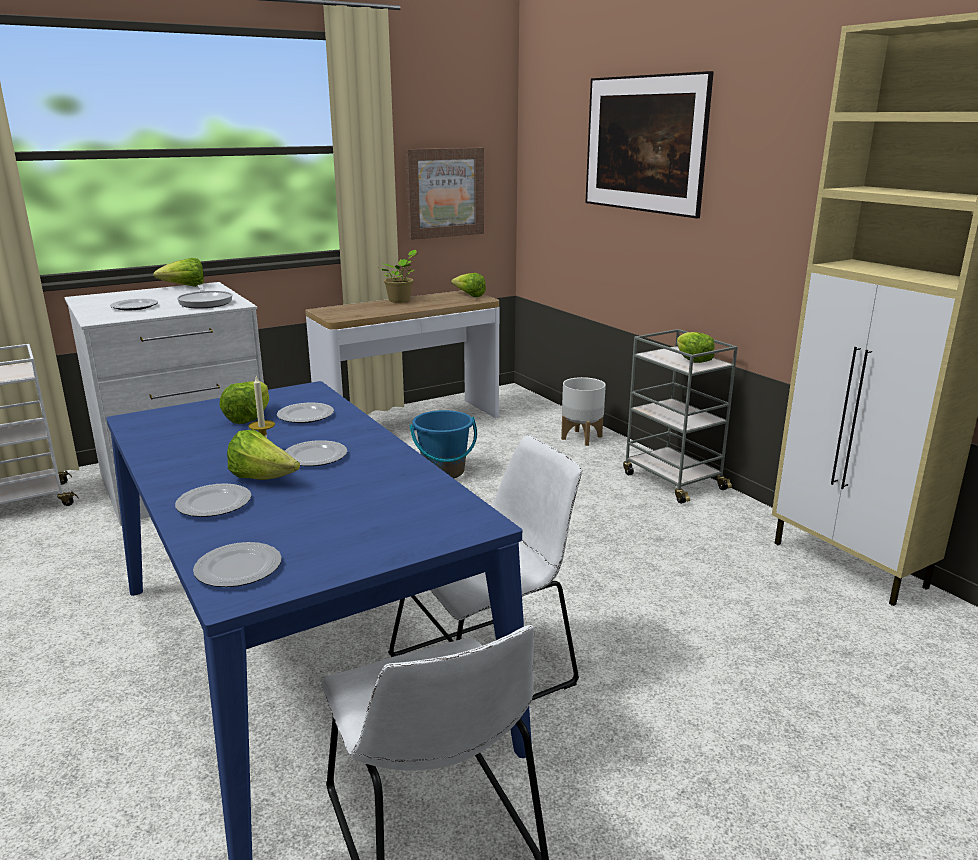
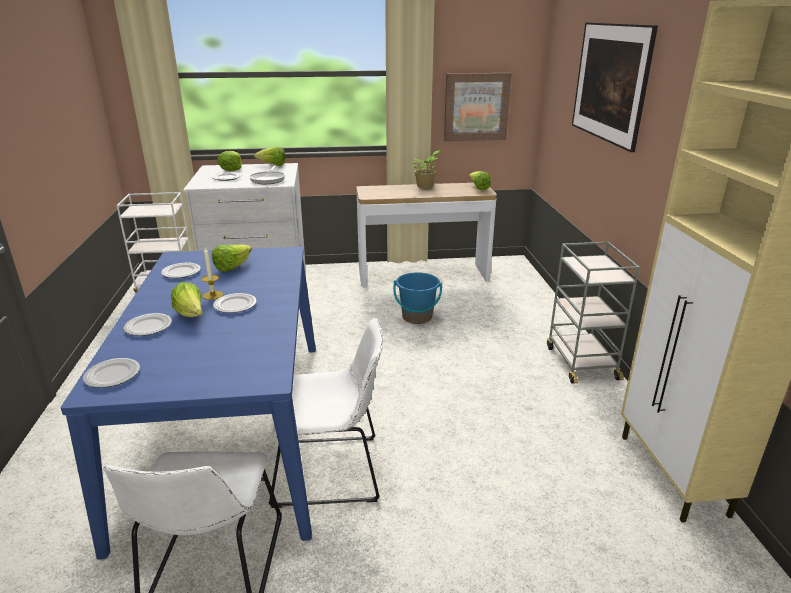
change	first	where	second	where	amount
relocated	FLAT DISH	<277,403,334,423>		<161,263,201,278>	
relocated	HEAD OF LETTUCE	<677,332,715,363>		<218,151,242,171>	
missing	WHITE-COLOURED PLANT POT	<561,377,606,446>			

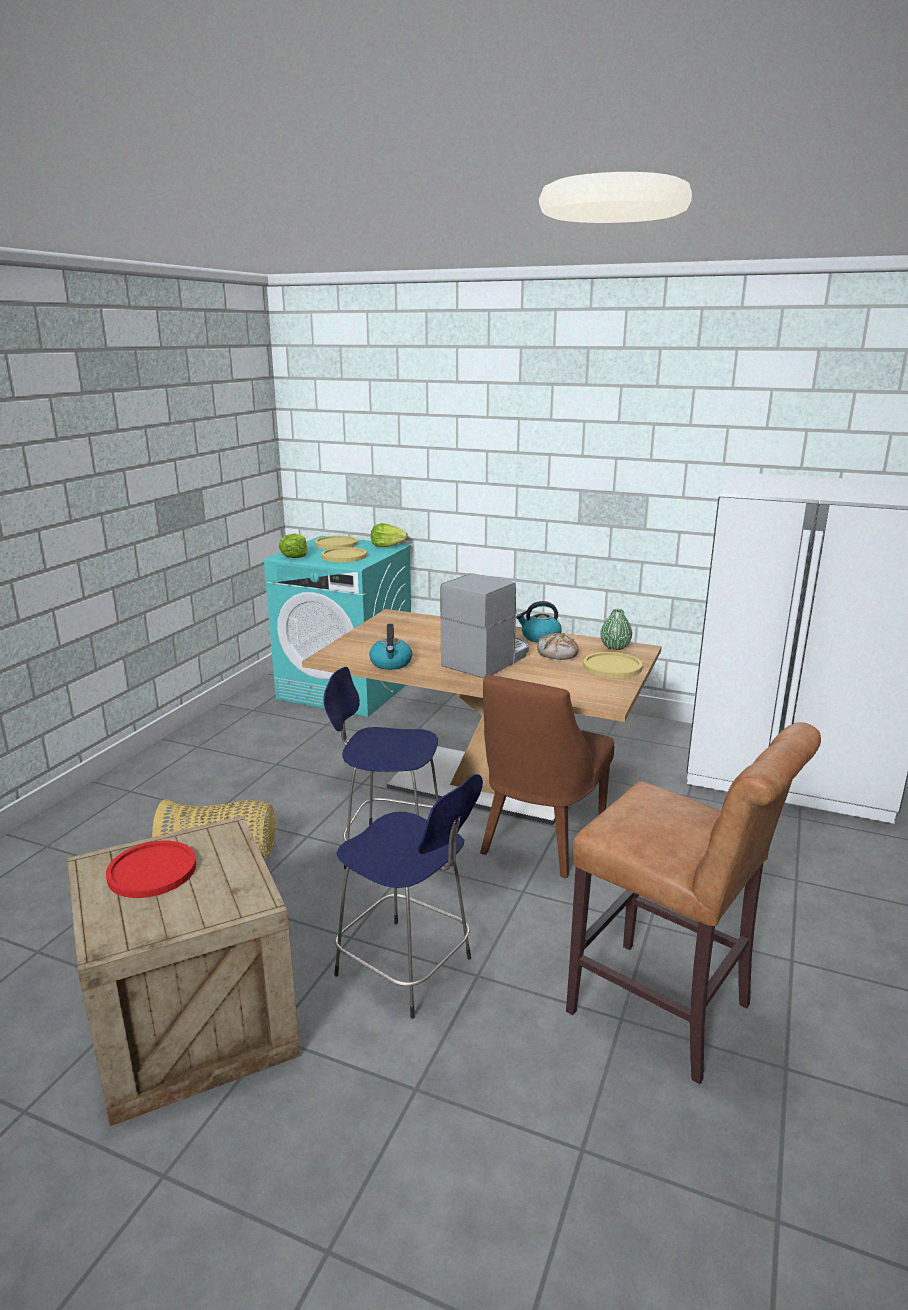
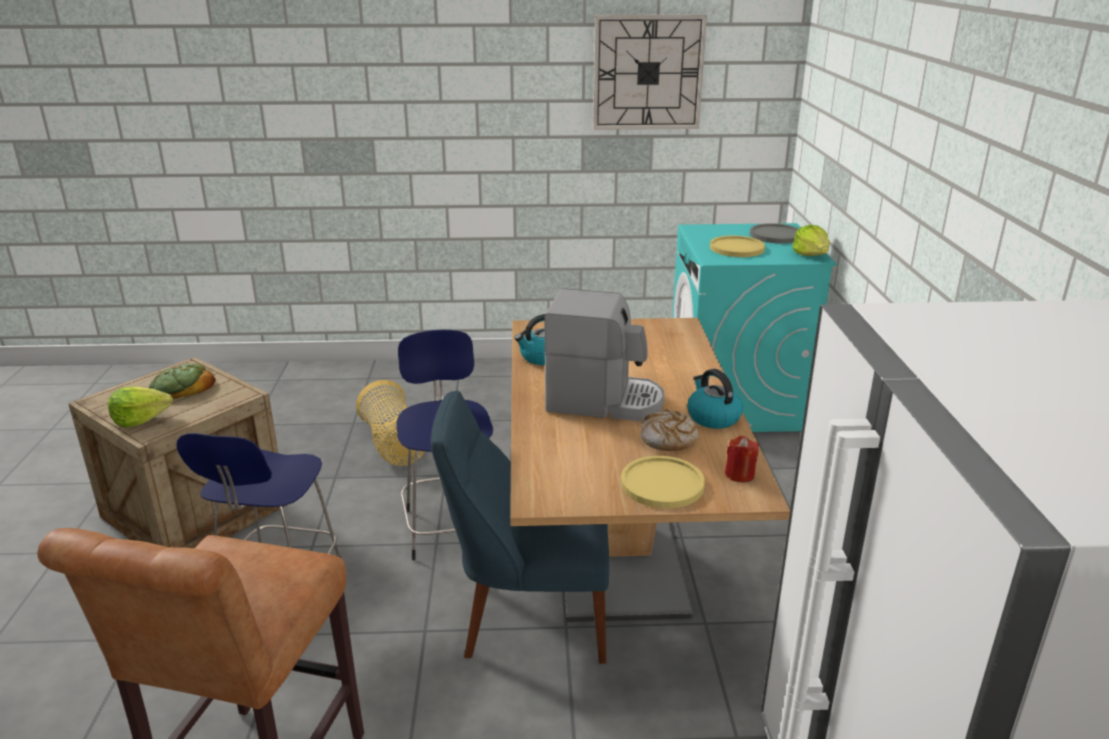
change	first	where	second	where	amount
relocated	HEAD OF LETTUCE	<279,534,308,558>		<108,387,173,427>	
exchanged	RED FLAT DISH	<106,841,196,898>	BREAD	<149,363,216,398>	
colour	BROWN-COLOURED PLAIN CHAIR	<480,675,614,878>	BLUE PLAIN CHAIR	<431,390,609,664>	
appeared			HANGING CLOCK	<593,15,707,130>	
exchanged	GREEN VASE	<600,609,632,650>	RED CANDLE	<725,436,759,482>	
colour	YELLOW-COLOURED FLAT DISH	<315,536,358,549>	GREY FLAT DISH	<750,223,799,244>	

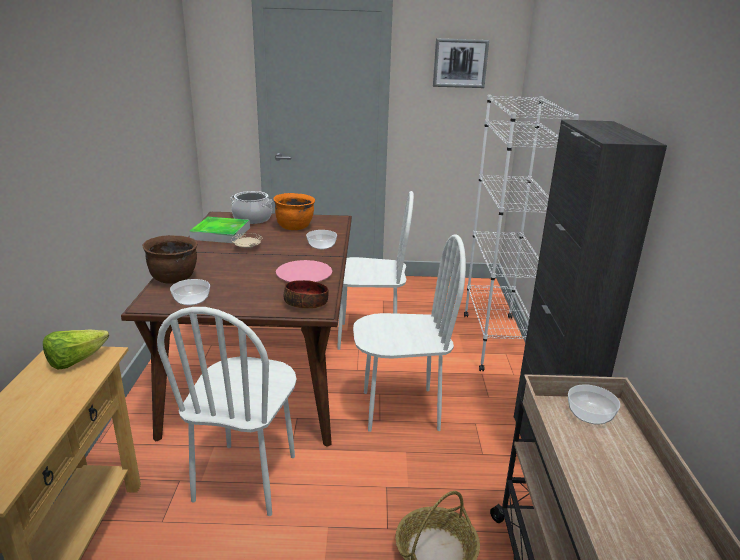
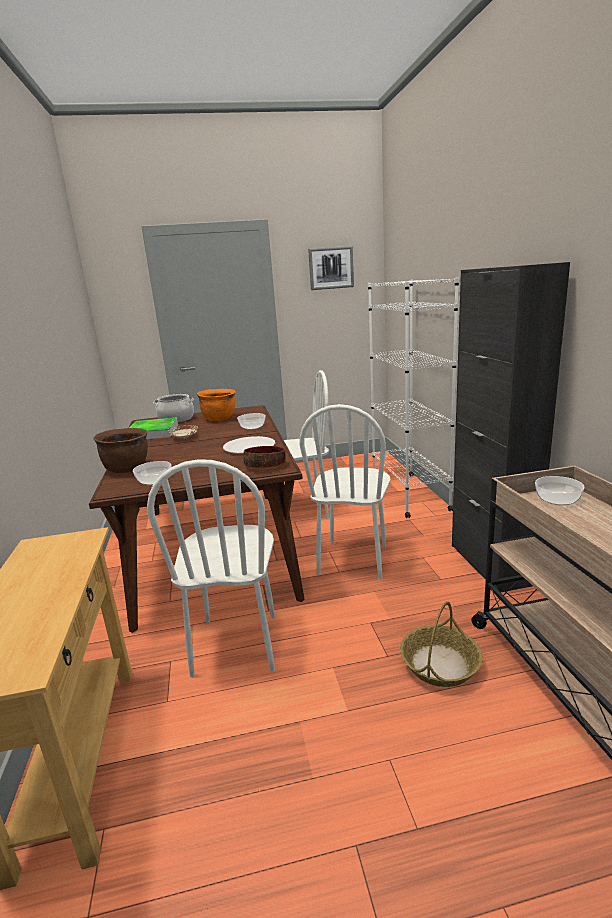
change	first	where	second	where	amount
colour	PINK-COLOURED FLAT DISH	<276,260,332,282>	WHITE-COLOURED FLAT DISH	<223,436,275,454>	
spun	WHITE-COLOURED PLAIN CHAIR	<353,234,466,432>		<300,404,390,580>	120 degrees clockwise
missing	HEAD OF LETTUCE	<43,329,109,370>			

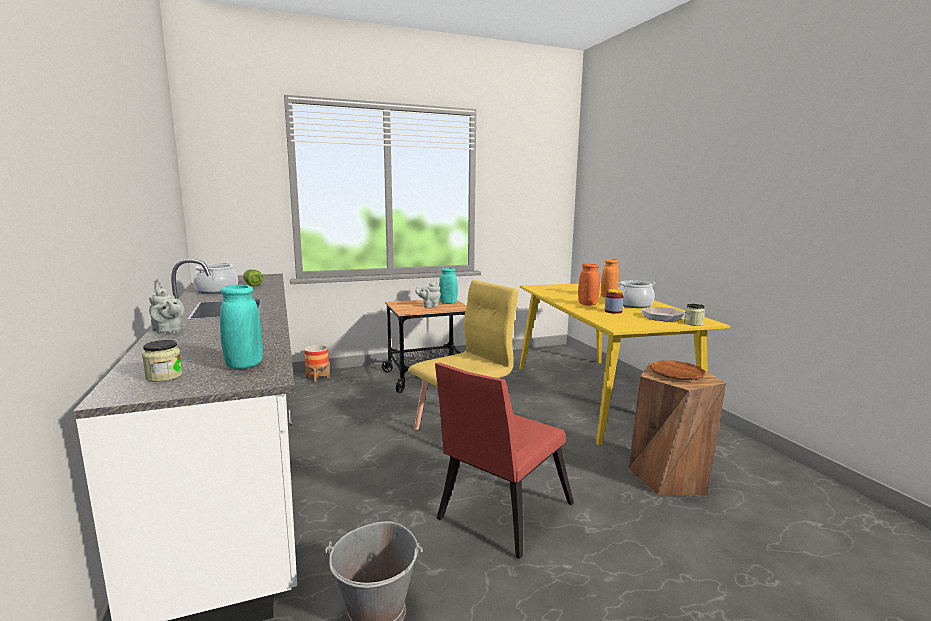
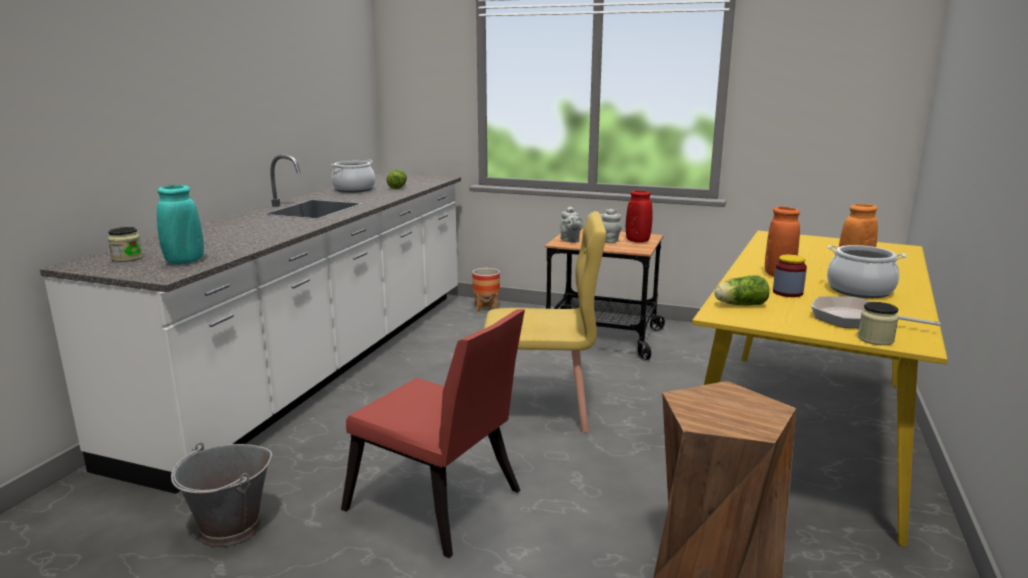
change	first	where	second	where	amount
spun	RED PLAIN CHAIR	<435,363,574,559>		<341,309,525,558>	135 degrees counterclockwise
relocated	GREY POT FOR TEA	<149,288,184,334>		<560,206,583,242>	
colour	TURQUOISE-COLOURED VASE	<439,268,458,304>	RED VASE	<626,191,653,243>	
appeared			HEAD OF LETTUCE	<714,276,770,305>	
missing	BROWN-COLOURED FLAT DISH	<649,360,706,380>			

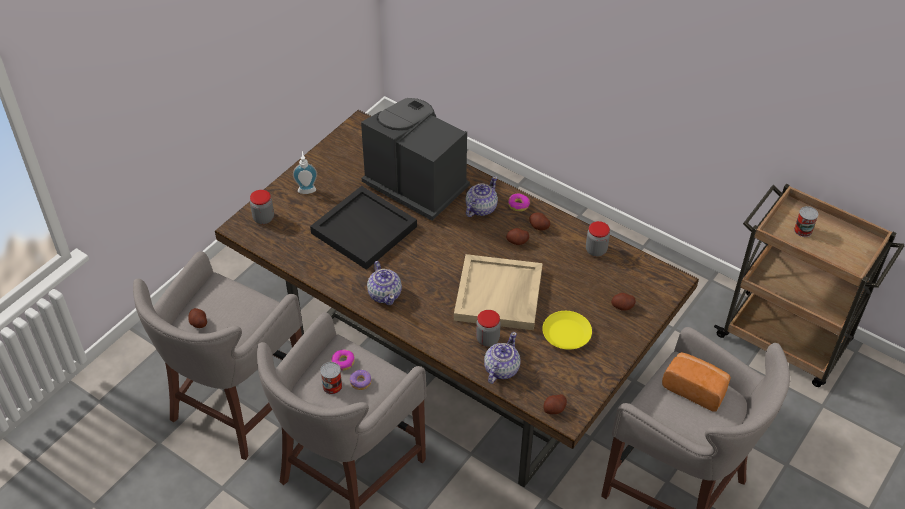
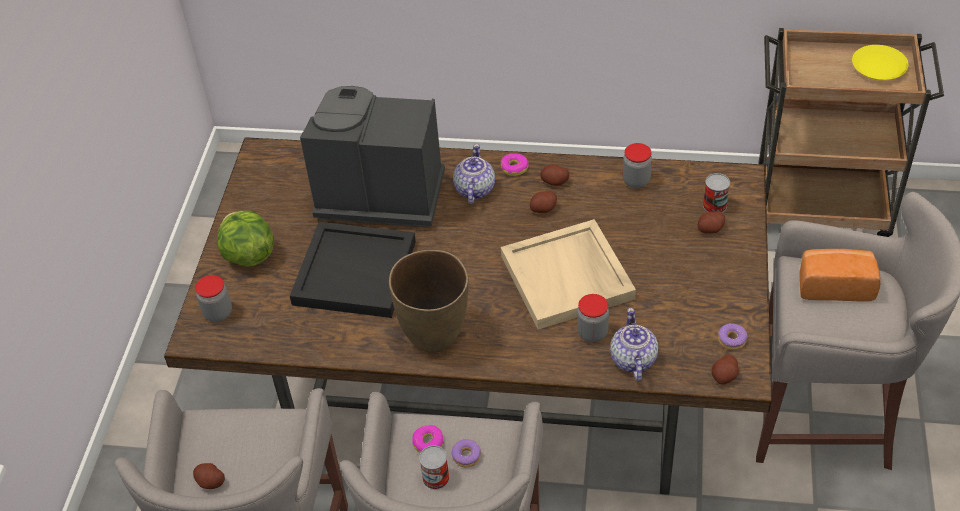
change	first	where	second	where	amount
exchanged	LIQUID SOAP BOTTLE	<293,151,317,194>	HEAD OF LETTUCE	<217,211,274,267>	
exchanged	POT FOR TEA	<367,261,402,305>	BROWN-COLOURED VASE	<389,250,468,353>	
relocated	CAN	<794,206,818,237>		<703,173,730,213>	
appeared			DONUT	<718,323,747,350>	
relocated	YELLOW-COLOURED FLAT DISH	<542,311,592,350>		<852,45,908,80>	

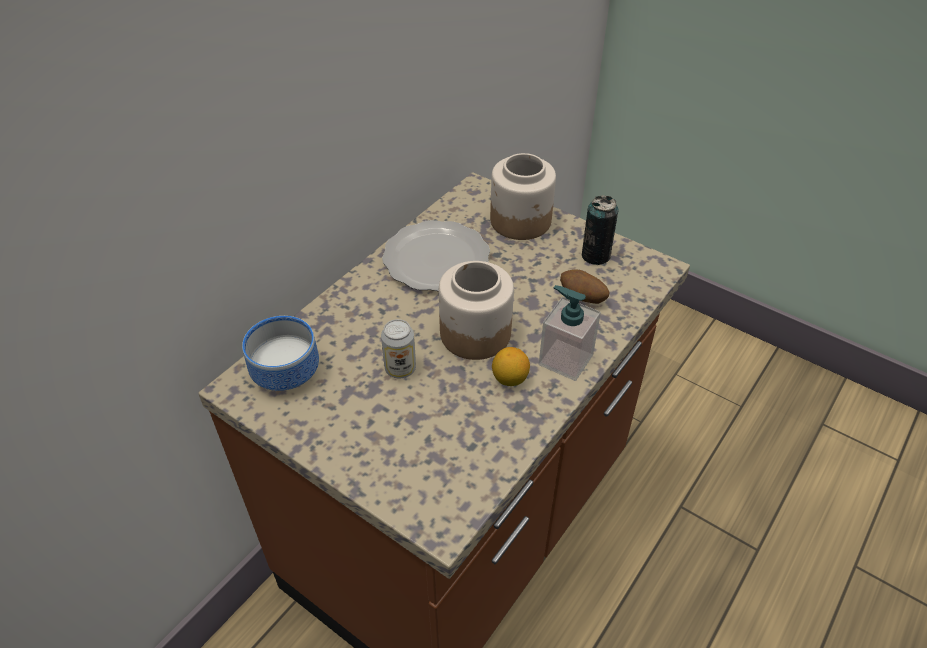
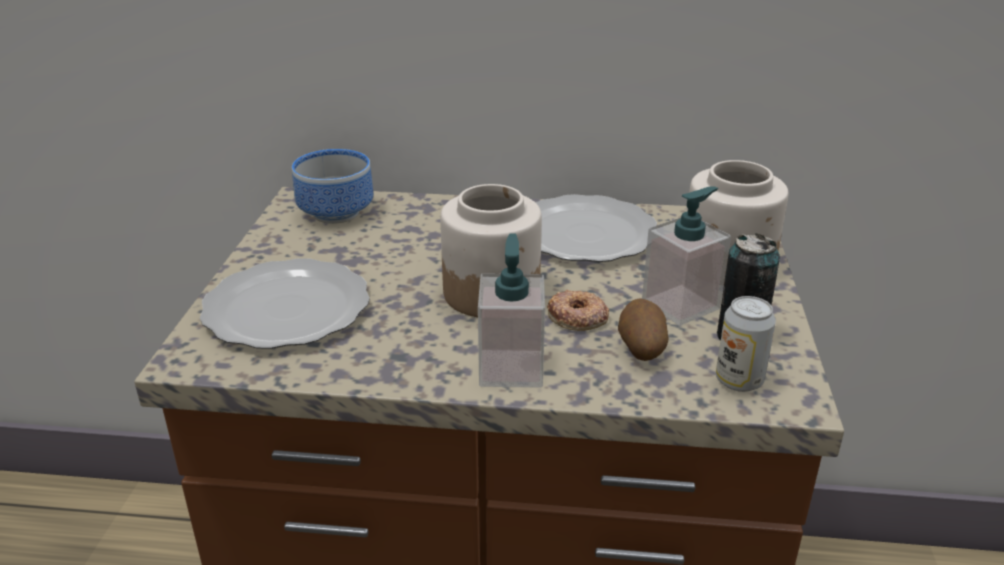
change	first	where	second	where	amount
appeared			FLAT DISH	<200,258,370,349>	
appeared			DONUT	<547,290,609,331>	
appeared			LIQUID SOAP BOTTLE	<642,186,731,326>	
relocated	CAN	<381,319,416,378>		<716,296,776,392>	
missing	LEMON	<492,347,530,386>			

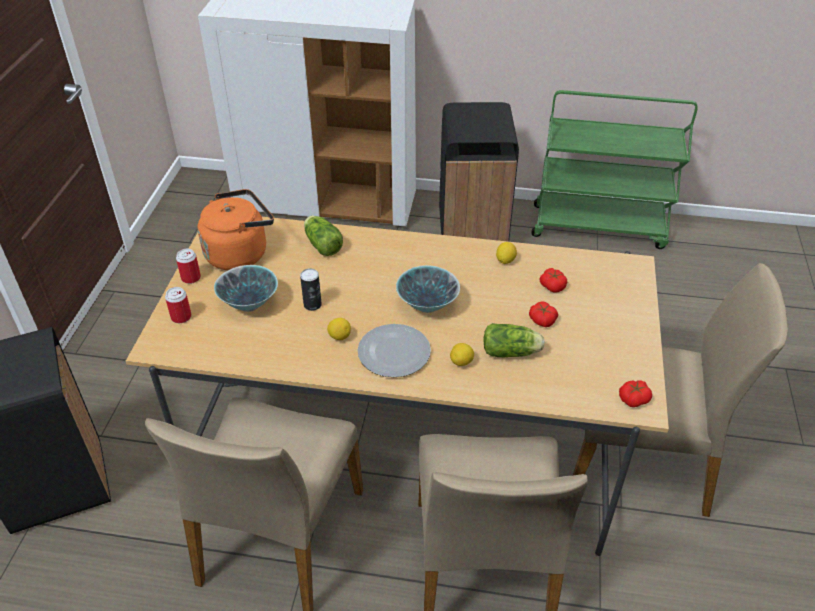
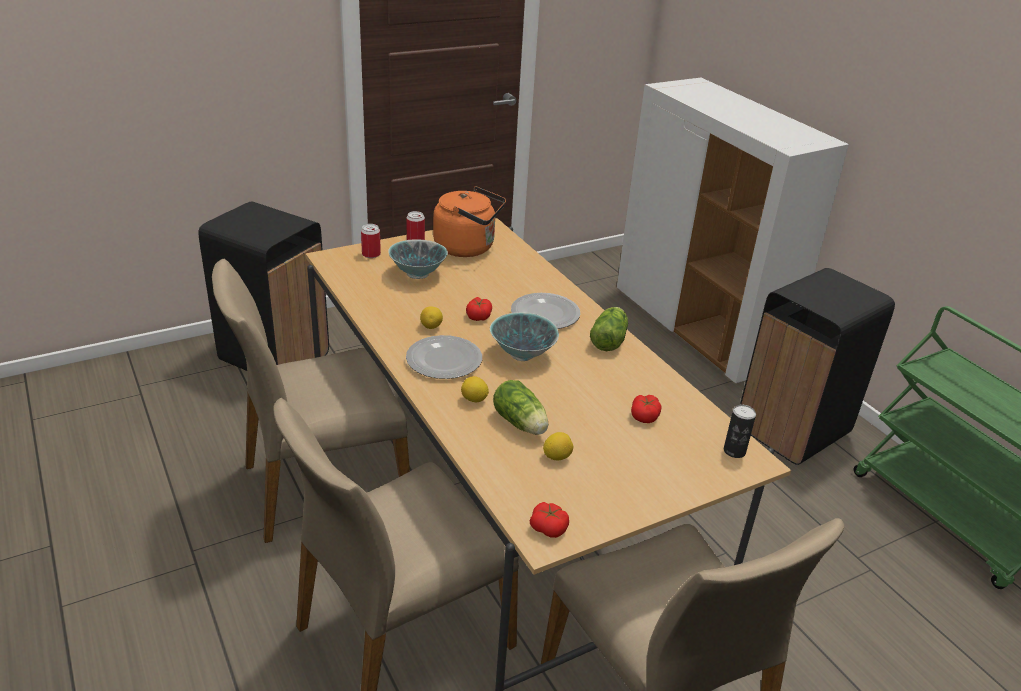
change	first	where	second	where	amount
relocated	WHOLE TOMATO	<529,301,558,327>		<466,297,492,321>	
appeared			FLAT DISH	<511,293,580,329>	
relocated	LEMON	<496,242,517,264>		<543,432,573,460>	
relocated	HEAD OF LETTUCE	<304,216,343,256>		<590,307,628,351>	
relocated	CAN	<300,268,322,311>		<724,405,756,458>	

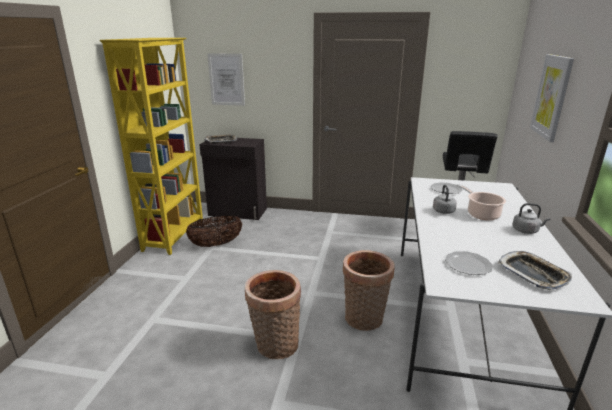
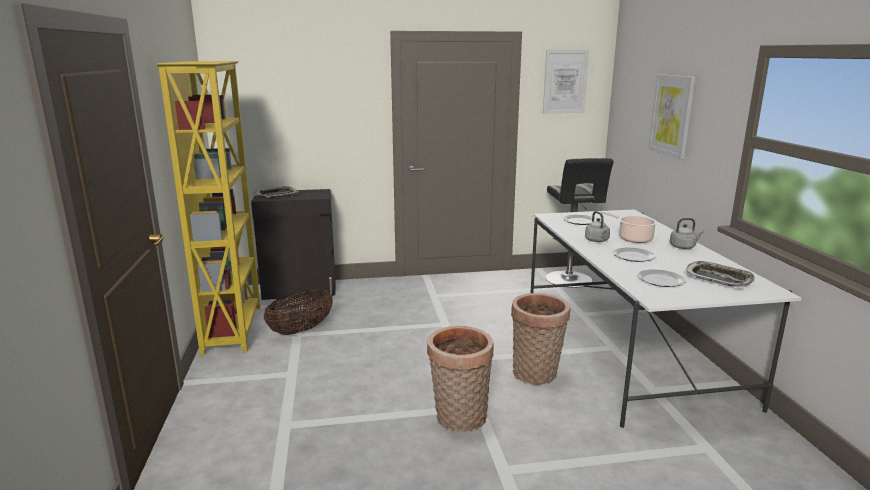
change	first	where	second	where	amount
relocated	PICTURE	<207,53,245,106>		<543,50,589,114>	
appeared			FLAT DISH	<613,247,656,262>	

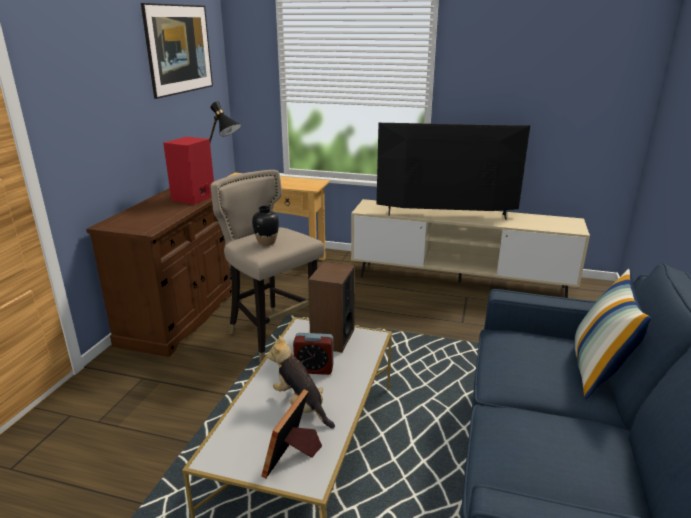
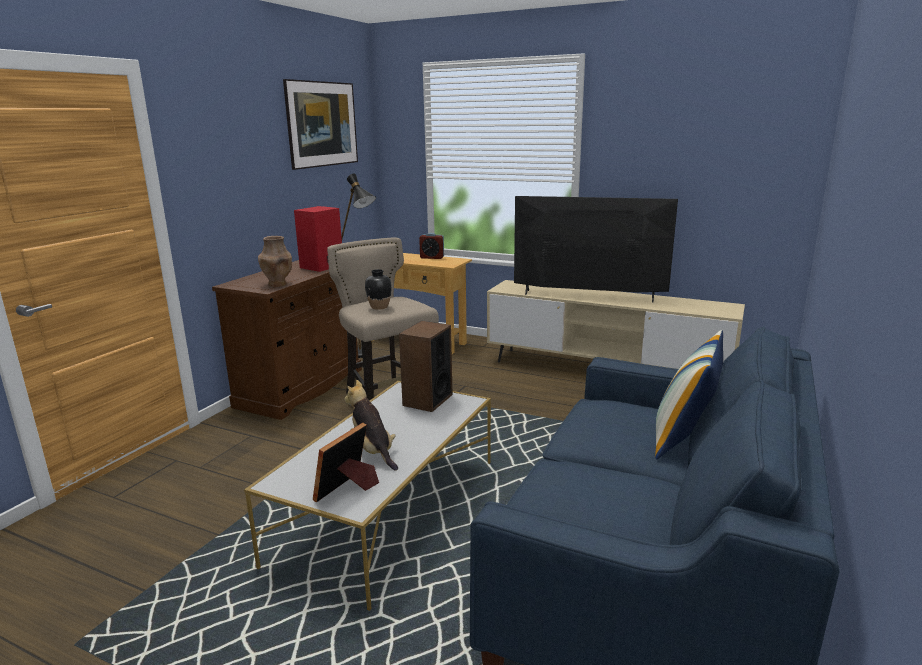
change	first	where	second	where	amount
appeared			BROWN-COLOURED VASE	<258,236,292,287>	
relocated	TABLE CLOCK	<293,333,333,375>		<419,233,444,259>	

